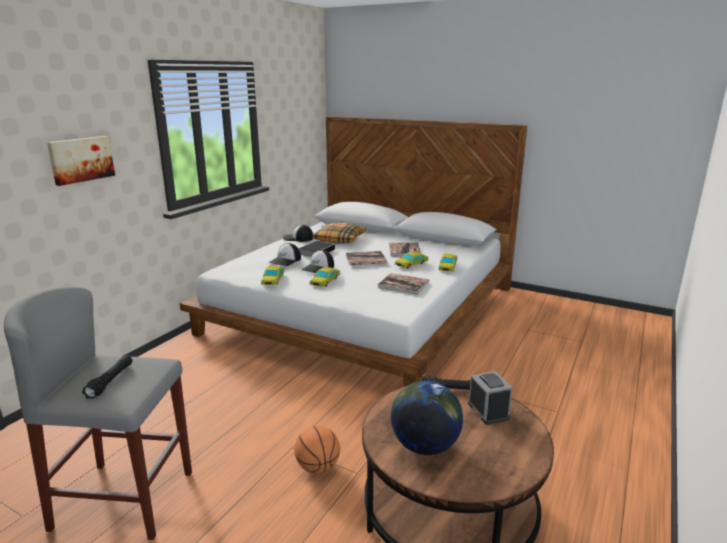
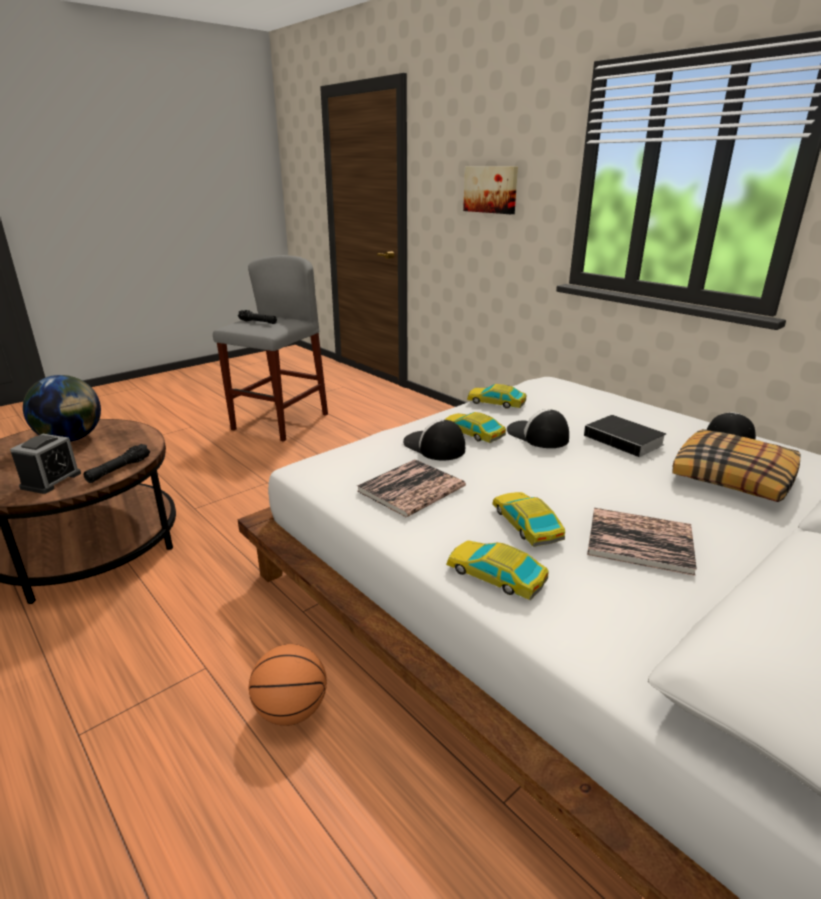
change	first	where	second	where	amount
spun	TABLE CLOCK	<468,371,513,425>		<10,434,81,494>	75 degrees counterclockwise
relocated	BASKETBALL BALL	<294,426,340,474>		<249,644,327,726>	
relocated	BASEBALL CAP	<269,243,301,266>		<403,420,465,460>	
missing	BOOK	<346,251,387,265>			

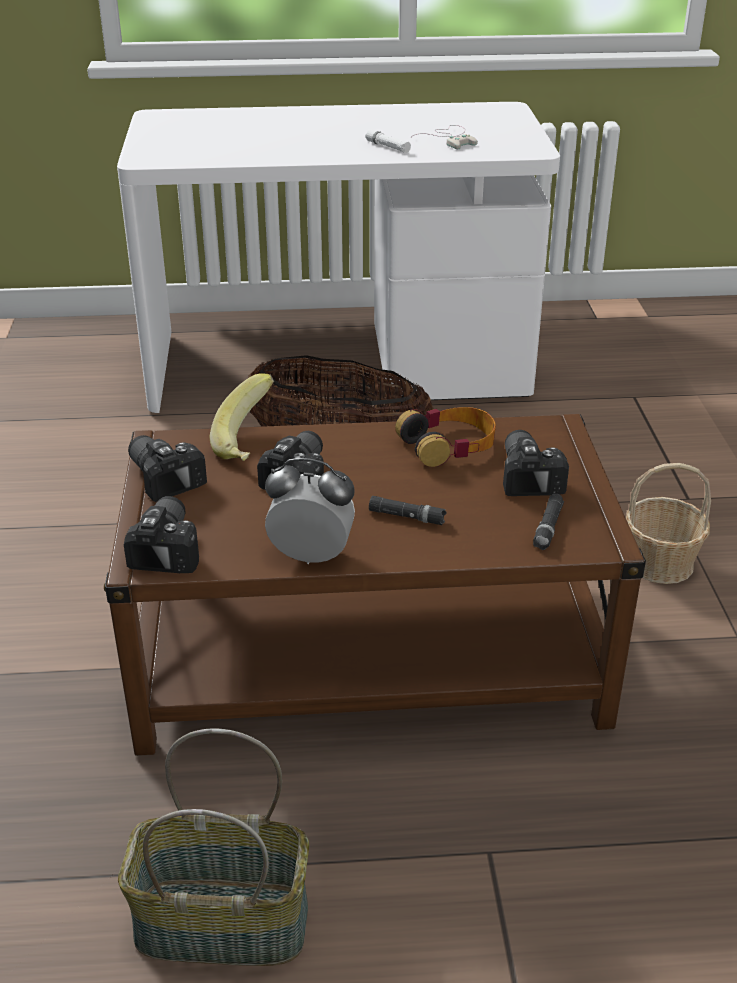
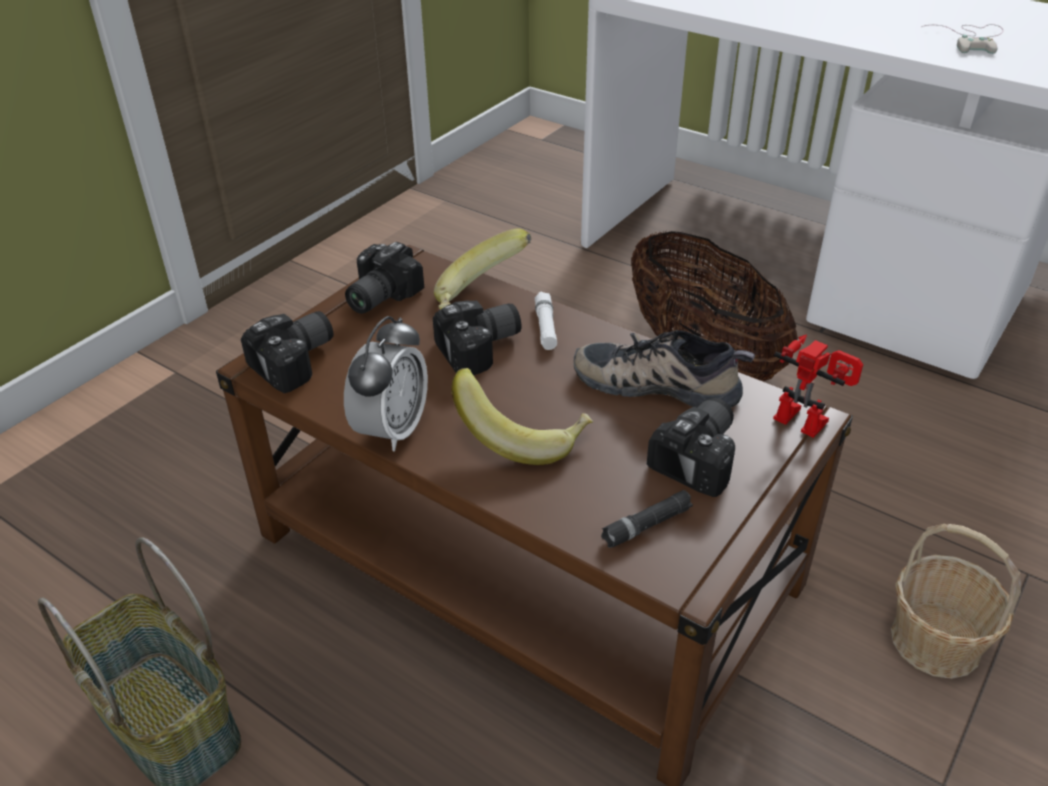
change	first	where	second	where	amount
spun	TABLE CLOCK	<265,458,355,564>		<344,316,428,452>	60 degrees clockwise
spun	STILL CAMERA	<128,435,207,502>		<345,242,424,314>	150 degrees counterclockwise
exchanged	BLACK-COLOURED HAND TORCH	<369,496,446,525>	BANANA	<451,368,593,465>	
relocated	WHITE-COLOURED HAND TORCH	<365,129,411,153>		<535,292,557,350>	
exchanged	HEADPHONES	<395,407,496,467>	SHOE	<573,330,755,408>	
appeared			TOY ROBOT	<773,335,863,438>	

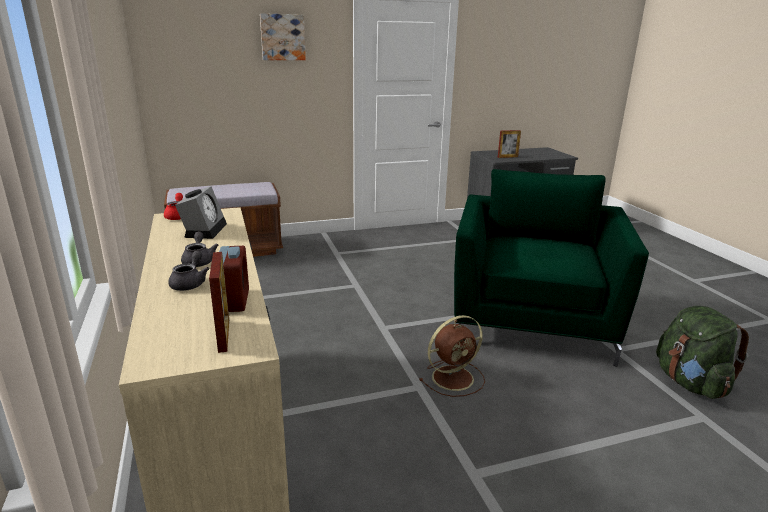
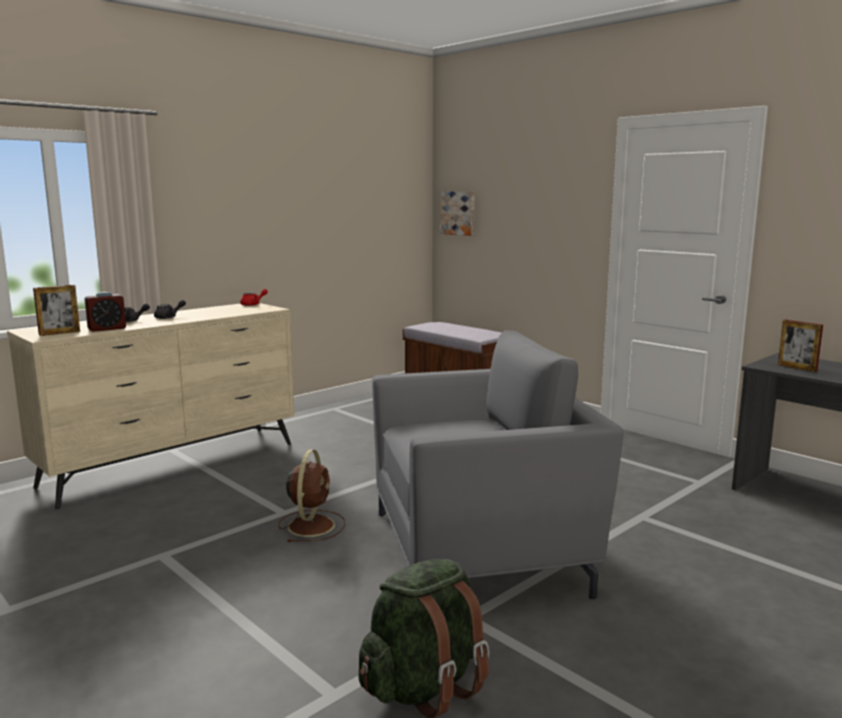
change	first	where	second	where	amount
spun	BROWN-COLOURED ELECTRIC FAN	<419,315,485,397>		<278,449,345,542>	120 degrees counterclockwise
colour	GREEN LOUNGE CHAIR	<454,169,649,367>	GREY LOUNGE CHAIR	<372,330,624,599>	
relocated	PICTURE	<260,13,306,60>		<440,191,475,236>	
missing	TABLE CLOCK	<175,186,227,239>			

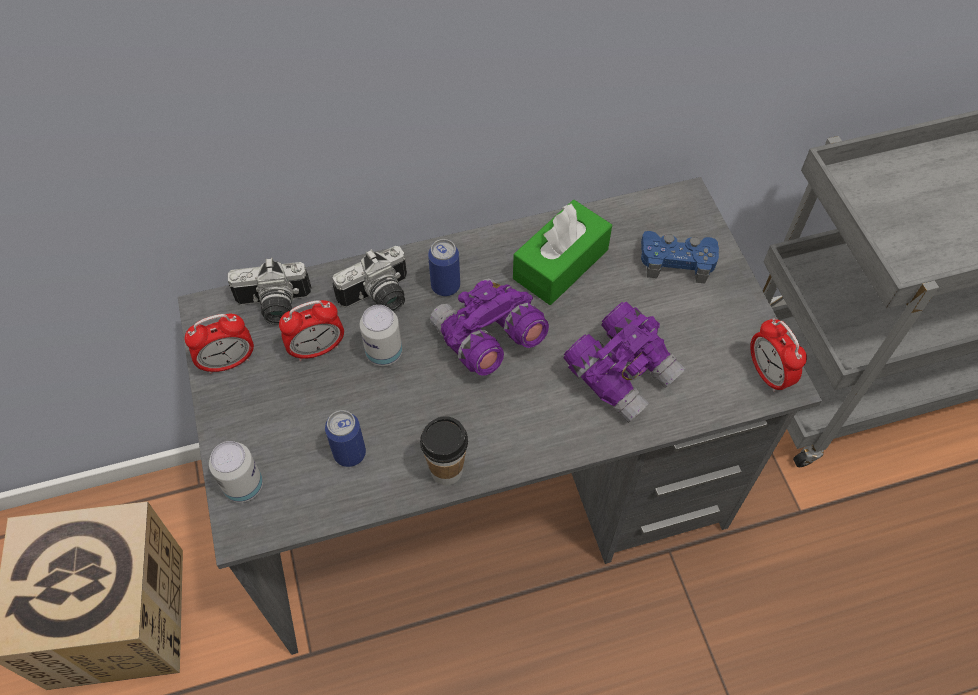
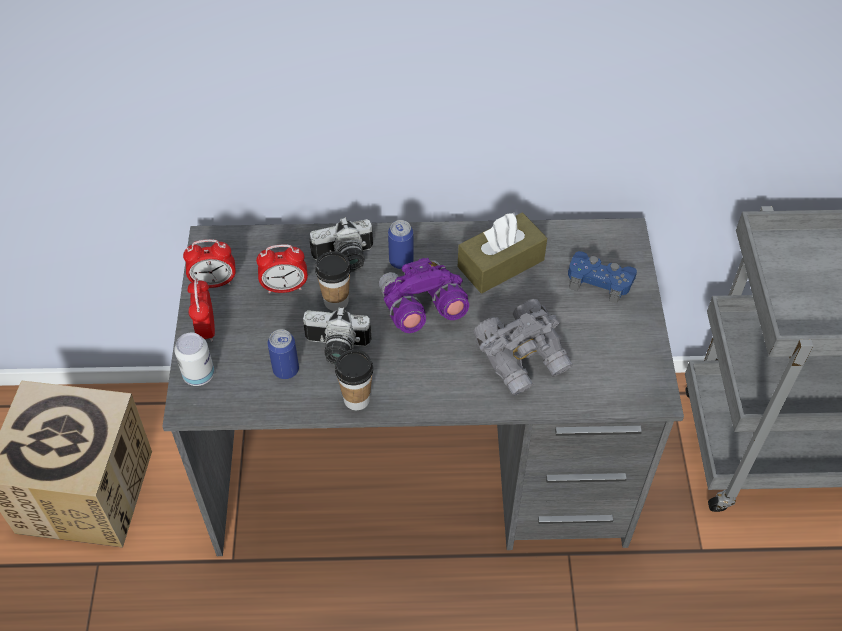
change	first	where	second	where	amount
relocated	TABLE CLOCK	<750,318,807,392>		<187,278,215,342>	
relocated	STILL CAMERA	<228,258,312,325>		<303,307,372,365>	
exchanged	CAN	<360,305,402,366>	DRINKING CUP	<315,252,351,311>	
colour	GREEN BOX OF TISSUES	<513,200,612,305>	BROWN-COLOURED BOX OF TISSUES	<458,212,547,293>	
colour	PURPLE PAIR OF BINOCULARS	<564,301,686,423>	GREY PAIR OF BINOCULARS	<473,299,573,396>	

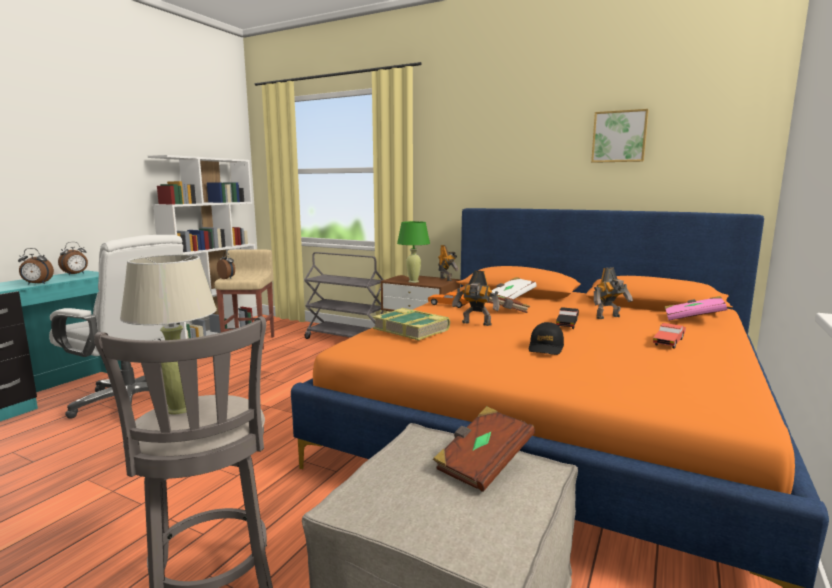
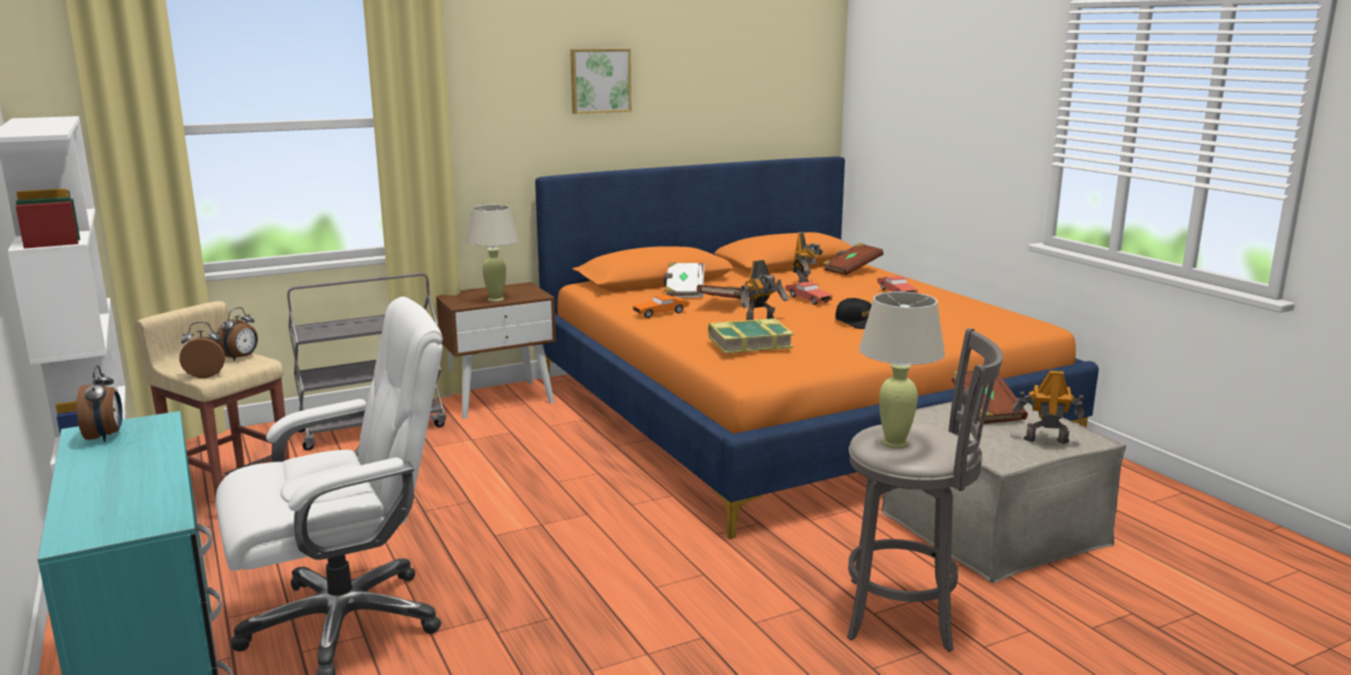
change	first	where	second	where	amount
relocated	TABLE CLOCK	<18,248,54,285>		<216,307,258,361>	
colour	GREEN TABLETOP LAMP	<397,221,430,283>	SAND-COLOURED TABLETOP LAMP	<466,205,519,302>	
relocated	PICTURE	<591,109,649,163>		<570,49,631,114>	
colour	BLACK-COLOURED MINIATURE CAR	<556,307,579,329>	RED MINIATURE CAR	<785,282,833,305>	
colour	PINK-COLOURED BOOK	<665,296,727,320>	BROWN-COLOURED BOOK	<822,243,883,275>	
relocated	TOY ROBOT	<438,245,459,281>		<1013,370,1085,444>	

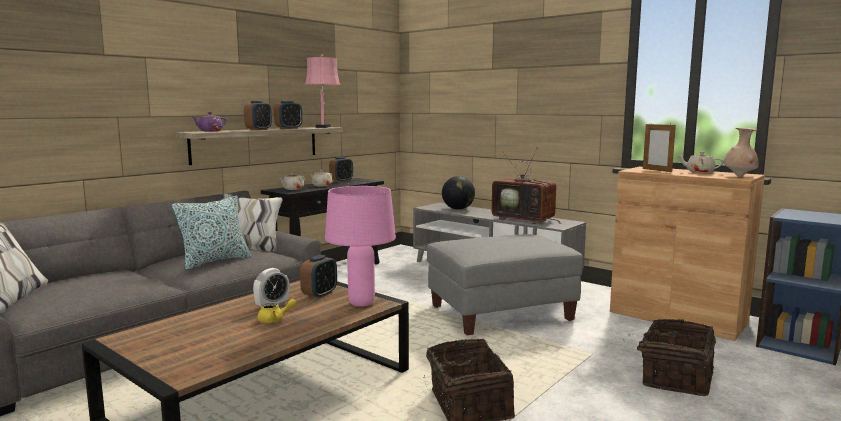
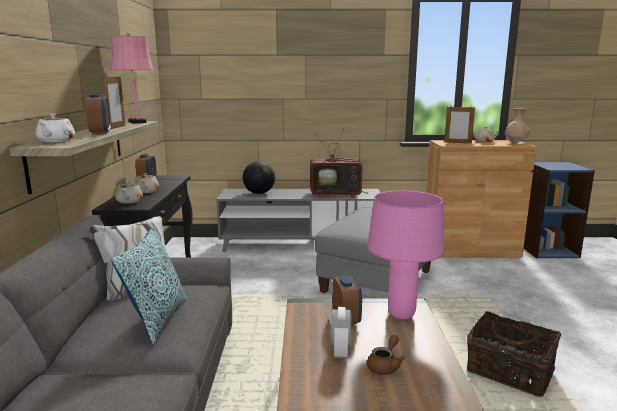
change	first	where	second	where	amount
colour	PURPLE POT FOR TEA	<191,112,226,131>	WHITE-COLOURED POT FOR TEA	<36,114,75,142>	
exchanged	TABLE CLOCK	<274,101,302,129>	STANDING FRAME	<103,77,126,129>	
colour	YELLOW-COLOURED POT FOR TEA	<257,299,297,323>	BROWN-COLOURED POT FOR TEA	<367,335,405,375>	
missing	BASKET	<623,319,716,396>			

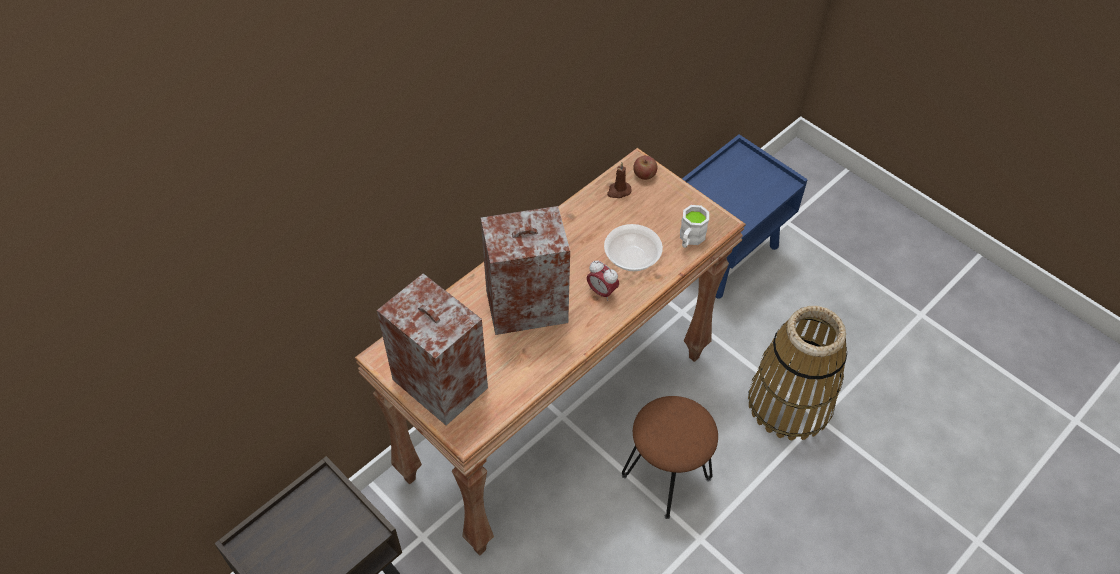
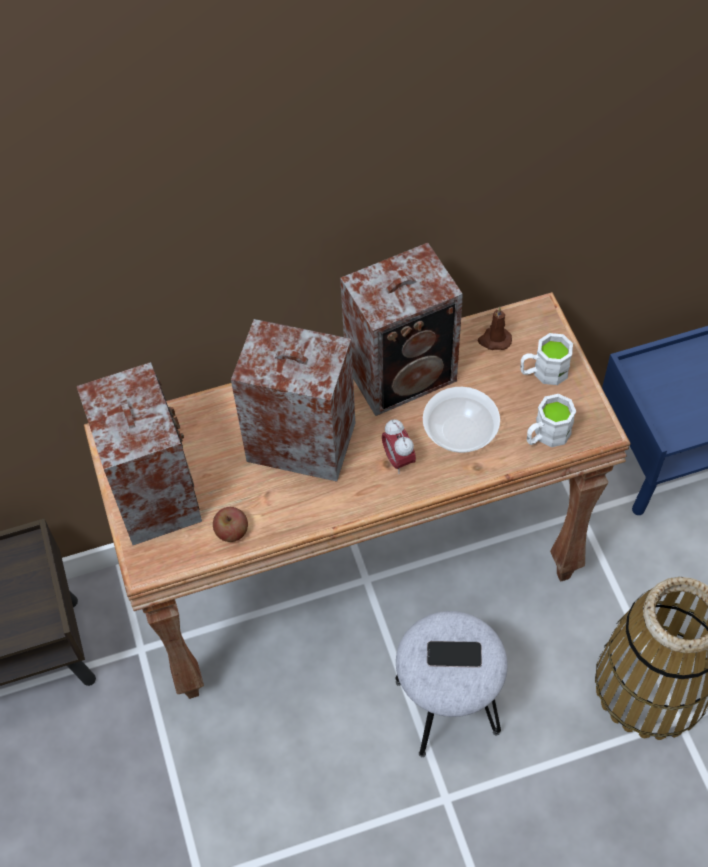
change	first	where	second	where	amount
relocated	APPLE FRUIT	<633,156,657,180>		<213,507,248,542>	
appeared			SPEAKER	<340,243,463,416>	
colour	BROWN-COLOURED STOOL	<622,396,718,519>	GREY STOOL	<395,611,508,757>	
appeared			TELEPHONE	<427,641,482,668>	
appeared			WHITE-COLOURED TEA MUG	<520,333,573,385>	

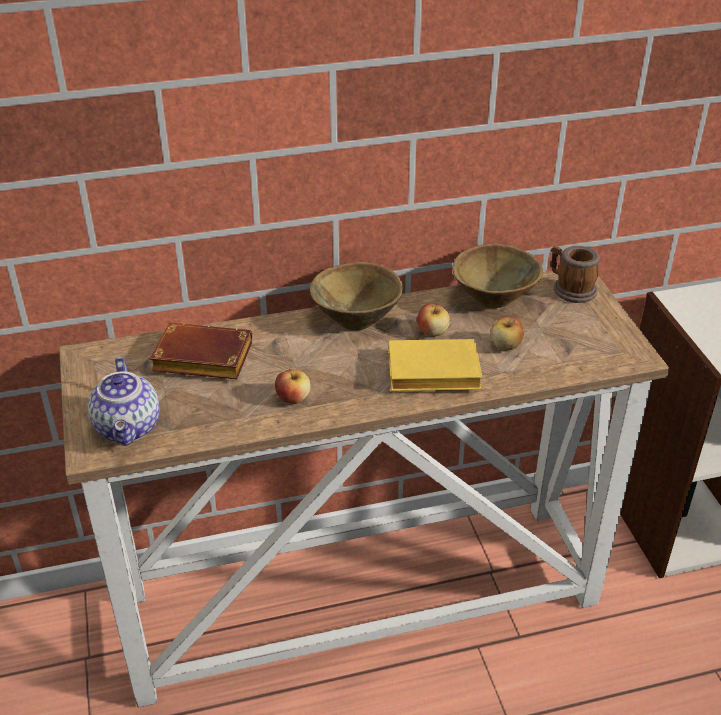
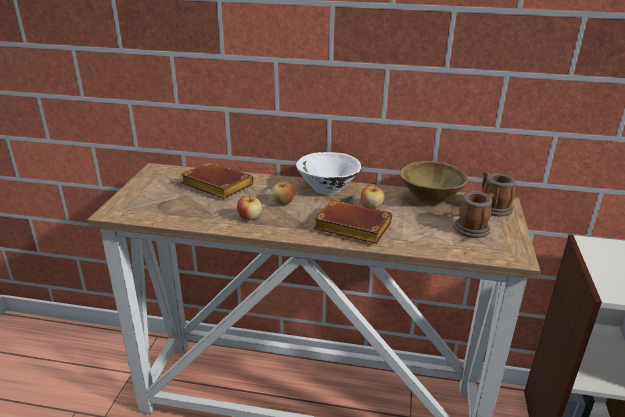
change	first	where	second	where	amount
relocated	APPLE FRUIT	<491,317,524,350>		<272,182,295,205>	
colour	BROWN-COLOURED DEEP DISH	<310,262,403,331>	WHITE-COLOURED DEEP DISH	<296,152,361,195>	
colour	YELLOW-COLOURED BOOK	<388,339,483,391>	BROWN-COLOURED BOOK	<313,200,392,244>	
appeared			TEA MUG	<454,191,494,238>	
missing	POT FOR TEA	<88,357,160,446>			

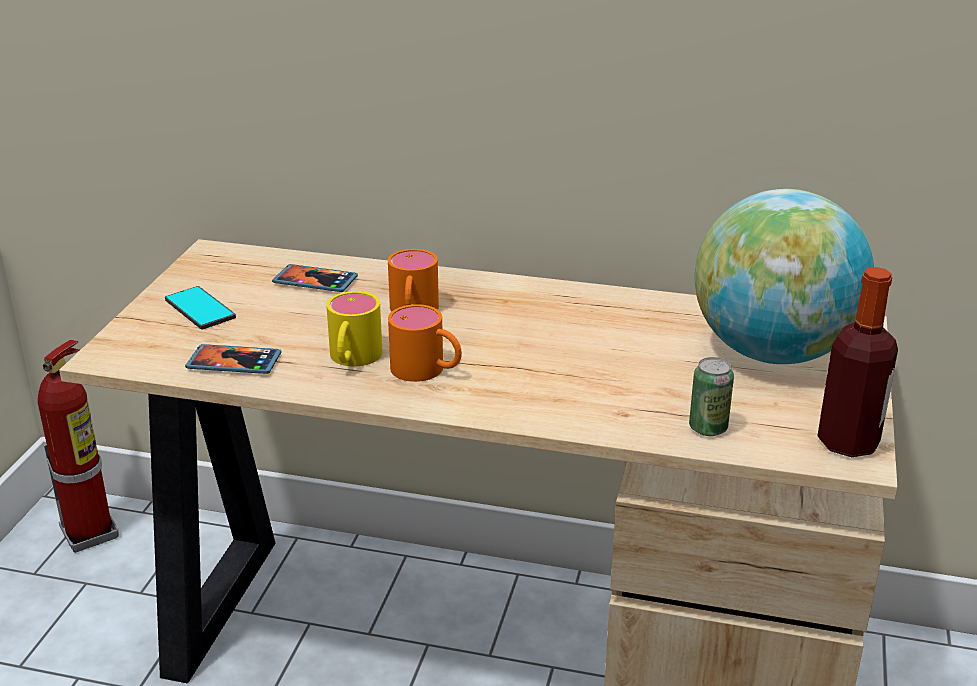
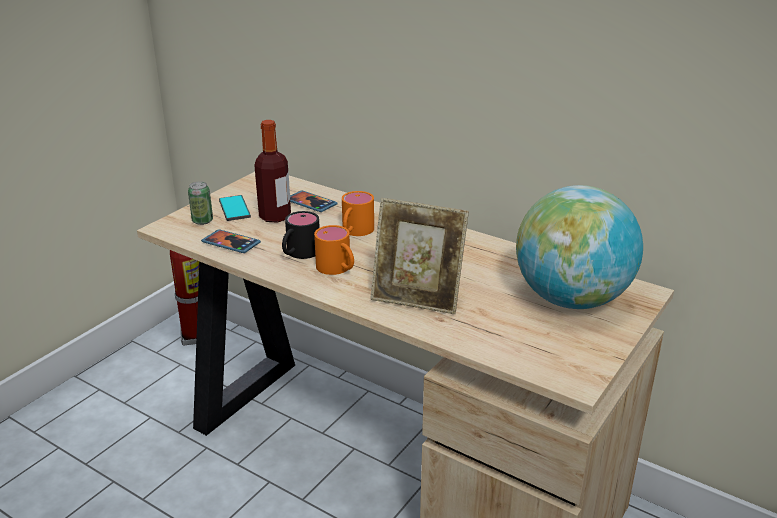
change	first	where	second	where	amount
relocated	CAN	<689,357,734,436>		<188,181,213,225>	
relocated	BOTTLE	<817,267,898,457>		<254,120,291,223>	
colour	YELLOW-COLOURED TEA MUG	<326,291,382,366>	BLACK-COLOURED TEA MUG	<282,211,320,259>	
appeared			STANDING FRAME	<370,198,469,314>	

